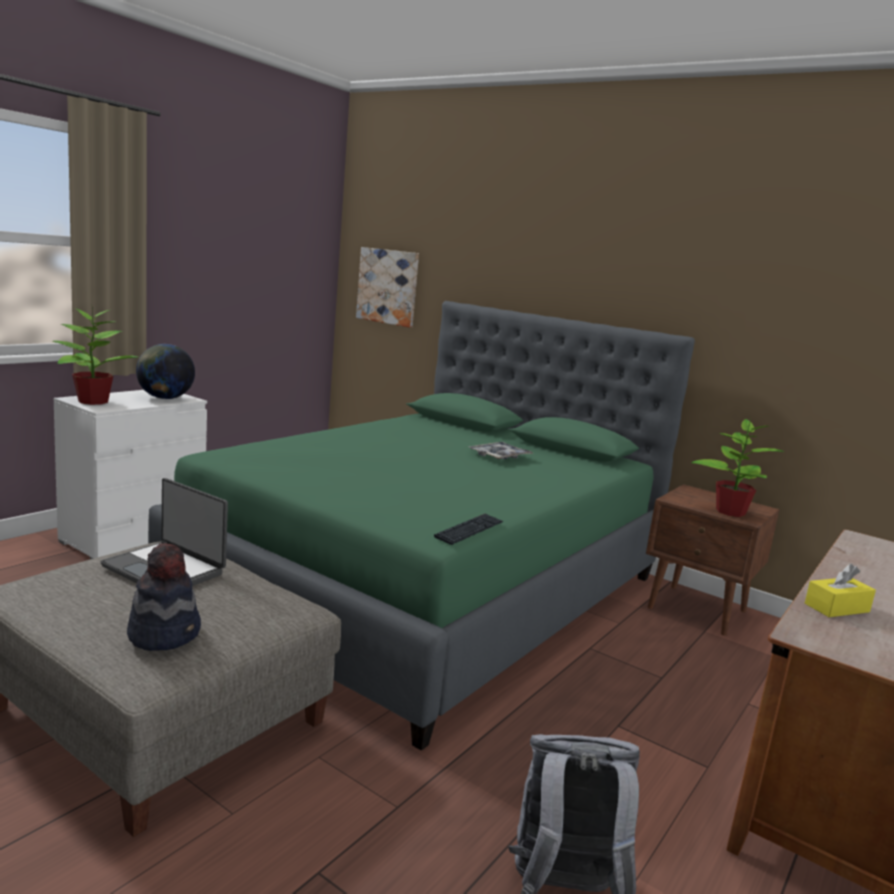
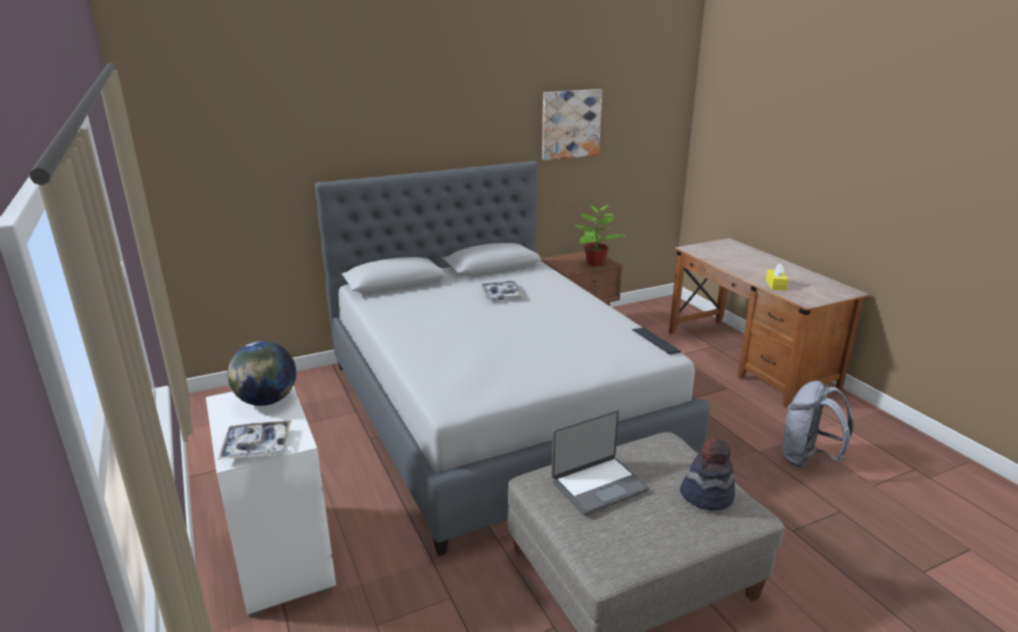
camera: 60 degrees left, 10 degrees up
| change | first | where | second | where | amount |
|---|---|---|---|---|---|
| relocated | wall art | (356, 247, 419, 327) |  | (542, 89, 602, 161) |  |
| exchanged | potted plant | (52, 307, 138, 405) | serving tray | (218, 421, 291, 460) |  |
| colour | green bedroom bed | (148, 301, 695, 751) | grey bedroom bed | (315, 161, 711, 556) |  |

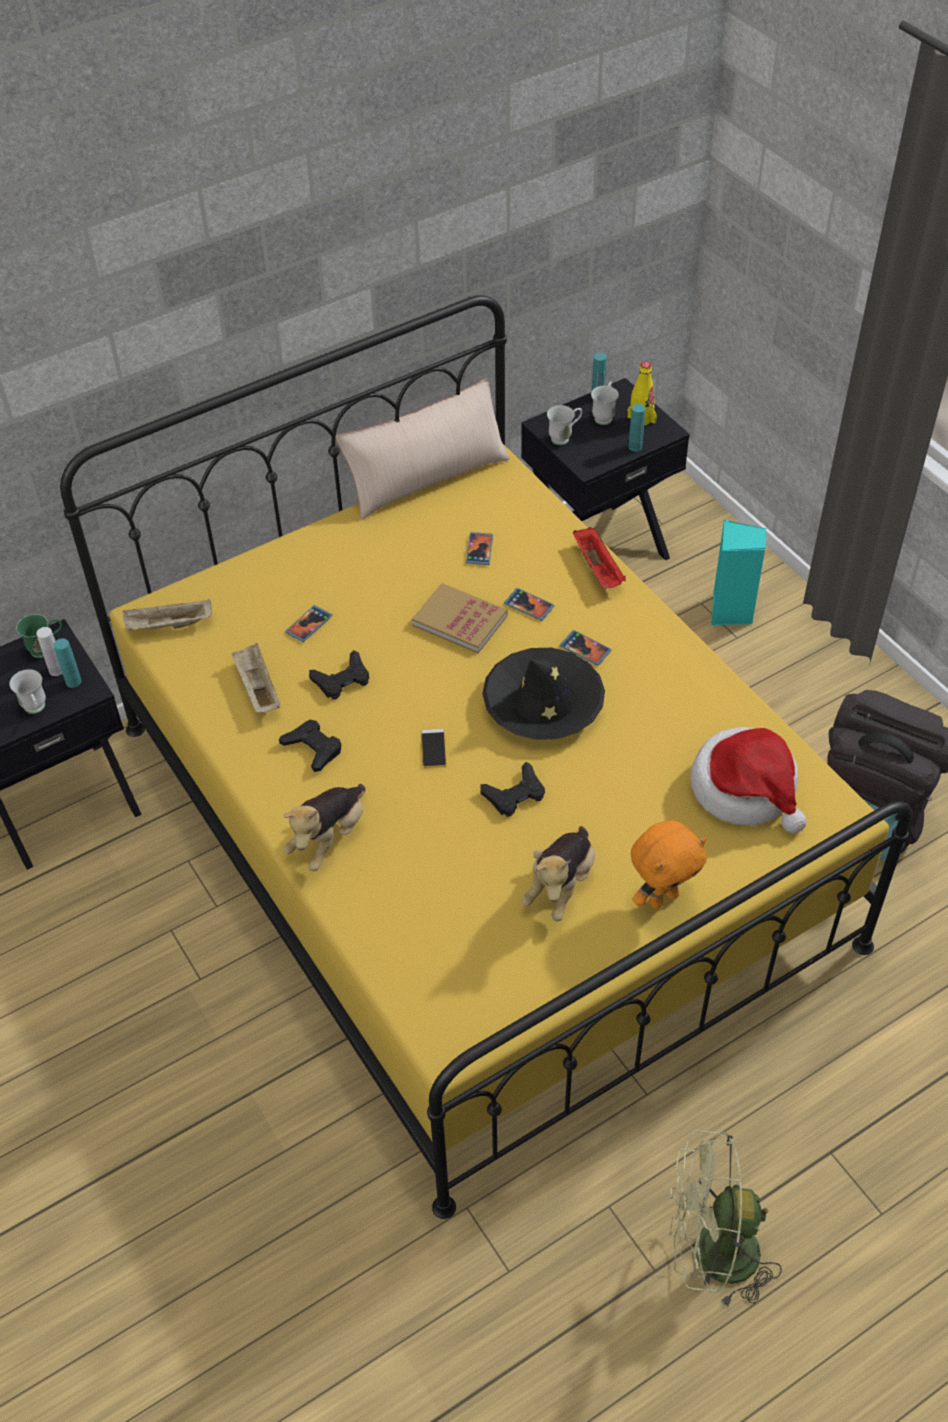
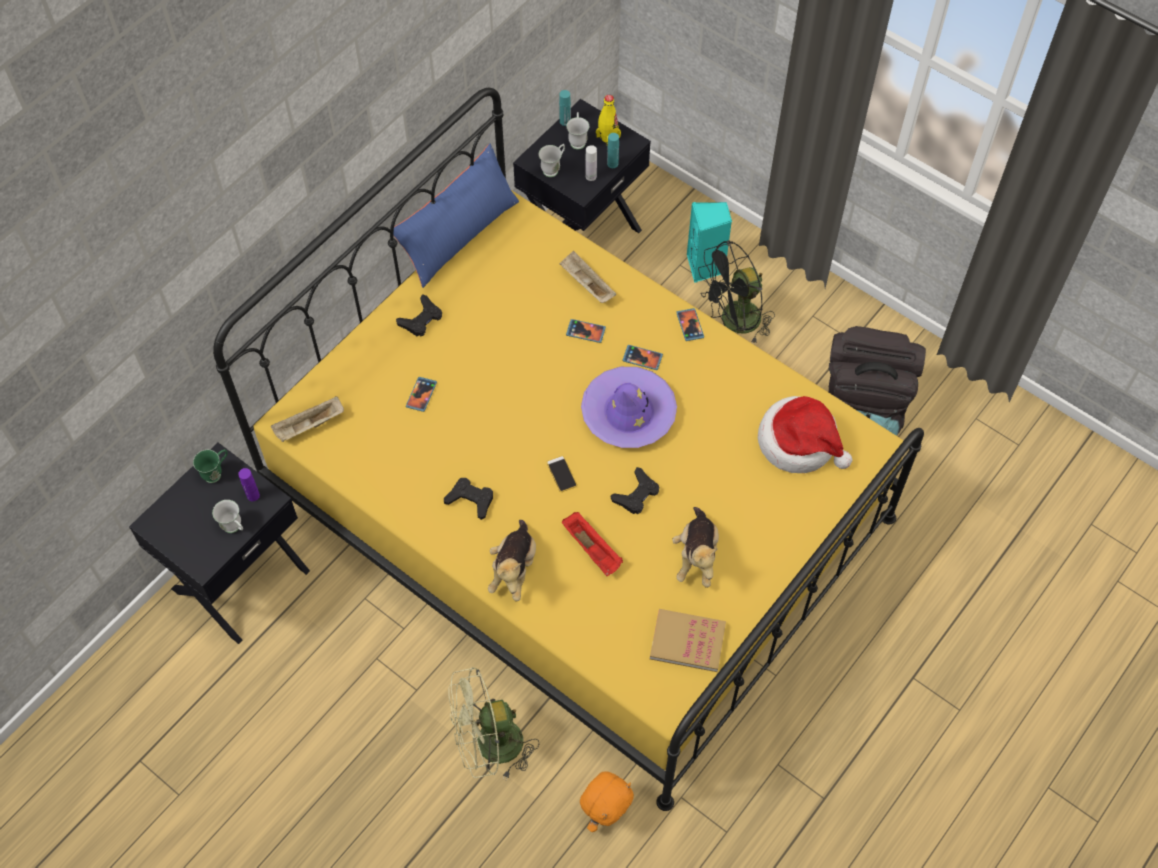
camera: 20 degrees left, 10 degrees up
| change | first | where | second | where | amount |
|---|---|---|---|---|---|
| appeared |  |  | blackish fan | (698, 240, 775, 344) |  |
| relocated | white-coloured drink bottle | (36, 627, 62, 676) |  | (585, 145, 597, 181) |  |
| relocated | sand-coloured serving tray | (231, 643, 281, 713) |  | (559, 251, 616, 303) |  |
| relocated | blackish joypad | (309, 650, 369, 699) |  | (396, 294, 442, 337) |  |
| relocated | volume | (412, 583, 508, 653) |  | (650, 609, 726, 672) |  |
| relocated | handset | (466, 532, 493, 565) |  | (676, 308, 704, 341) |  |
| relocated | reddish serving tray | (573, 527, 626, 589) |  | (562, 512, 623, 576) |  |
| relocated | orange plush toy | (631, 820, 707, 909) |  | (580, 772, 634, 832) |  |
| relocated | green fan | (669, 1130, 782, 1308) |  | (448, 667, 539, 780) |  |
| colour | turquoise drink bottle | (54, 638, 82, 688) | purple-coloured drink bottle | (238, 468, 260, 501) |  |
| colour | sand-coloured throw pillow | (336, 377, 510, 519) | bluish throw pillow | (393, 144, 519, 288) |  |
| colour | blackish clothing hat | (482, 648, 605, 740) | purple-coloured clothing hat | (581, 367, 677, 448) |  |

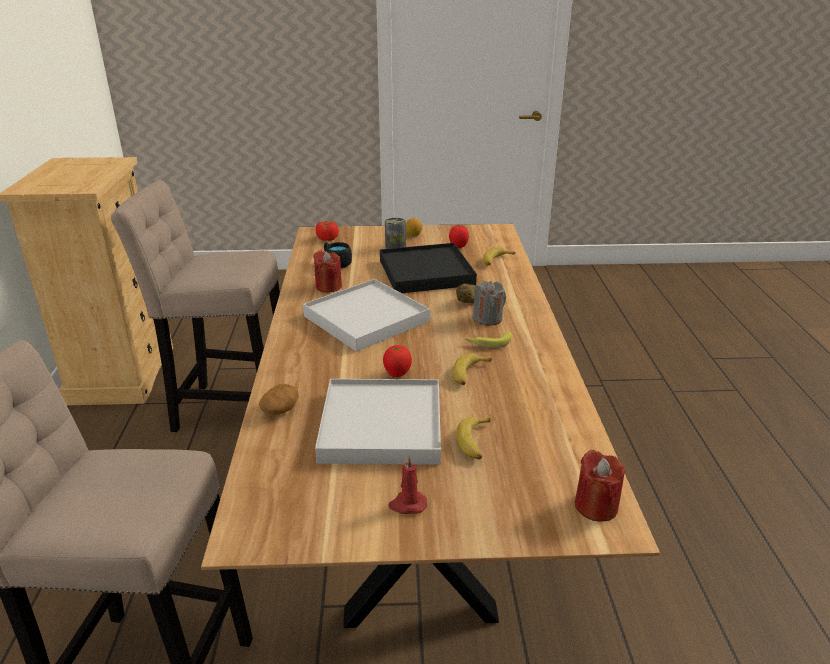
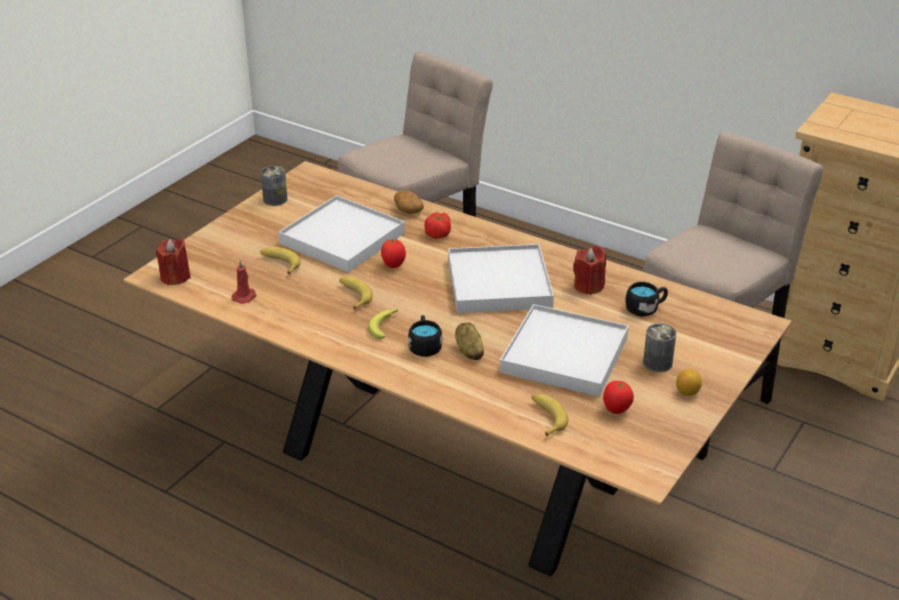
camera: 125 degrees right, 5 degrees up
| change | first | where | second | where | amount |
|---|---|---|---|---|---|
| appeared |  |  | can | (261, 166, 287, 206) |  |
| relocated | fresh tomato | (316, 221, 339, 241) |  | (425, 212, 451, 239) |  |
| relocated | reddish wax candle | (388, 456, 427, 514) |  | (232, 260, 256, 304) |  |
| exchanged | grey wax candle | (473, 281, 506, 326) | blackish coffee mug | (408, 315, 442, 357) |  |
| colour | blackish serving tray | (380, 243, 477, 293) | white-coloured serving tray | (500, 304, 629, 397) |  |

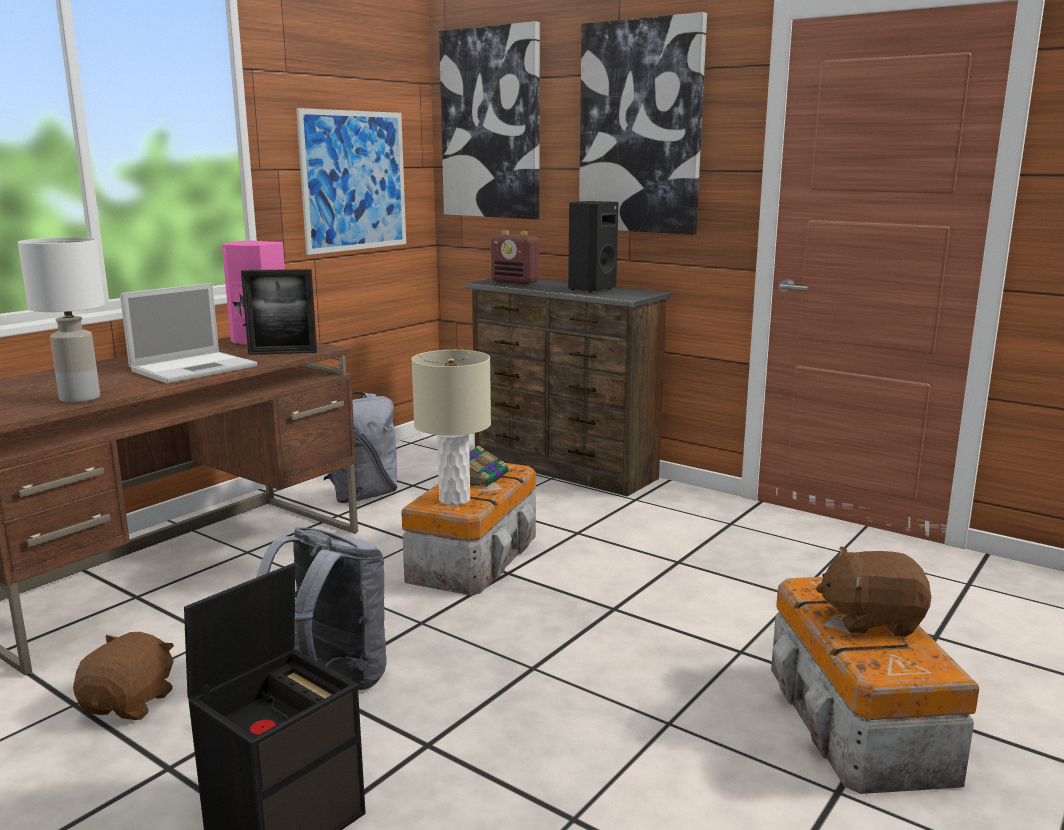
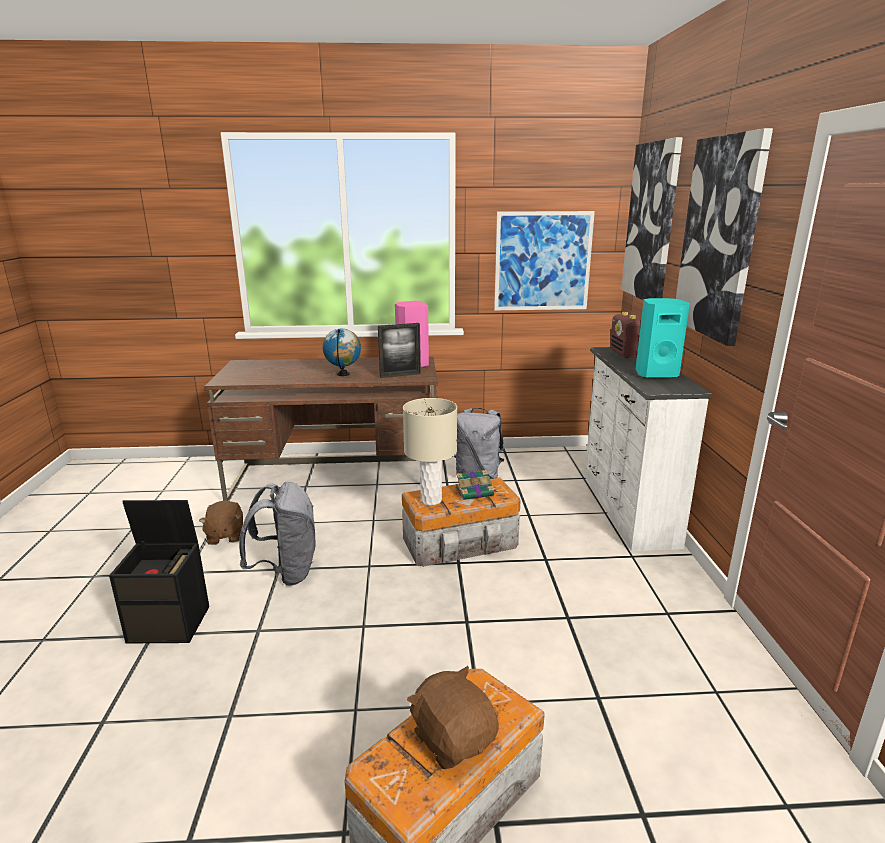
camera: 50 degrees right, 5 degrees up
| change | first | where | second | where | amount |
|---|---|---|---|---|---|
| missing | white-coloured tabletop lamp | (18, 237, 105, 403) |  |  |  |
| exchanged | laptop | (120, 283, 257, 383) | desk globe | (323, 329, 361, 376) |  |
| colour | brownish chest of drawers | (465, 279, 671, 497) | white-coloured chest of drawers | (585, 347, 712, 551) |  |
| colour | blackish speaker | (568, 201, 618, 293) | turquoise speaker | (636, 298, 690, 378) |  |
| spun | brownish plush toy | (73, 632, 174, 720) |  | (199, 501, 243, 545) | 105 degrees clockwise |
| spun | photo frame | (241, 269, 317, 355) |  | (378, 323, 421, 378) | 60 degrees counterclockwise |

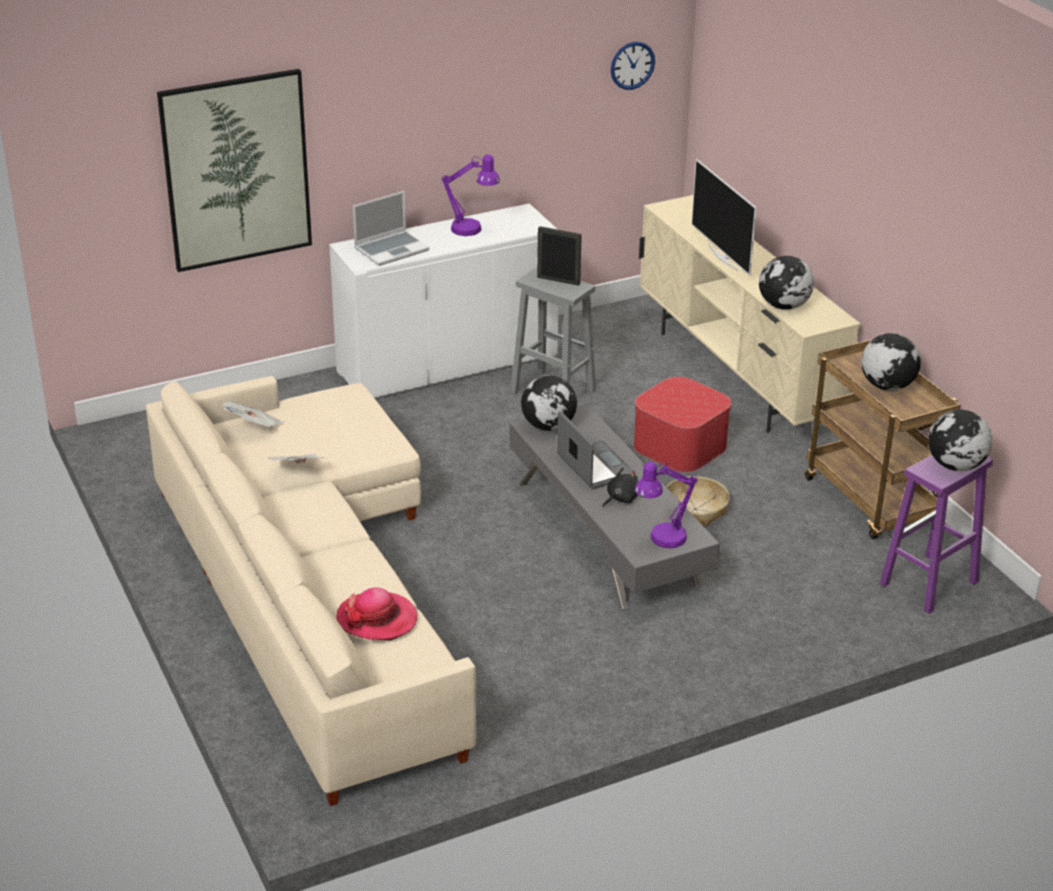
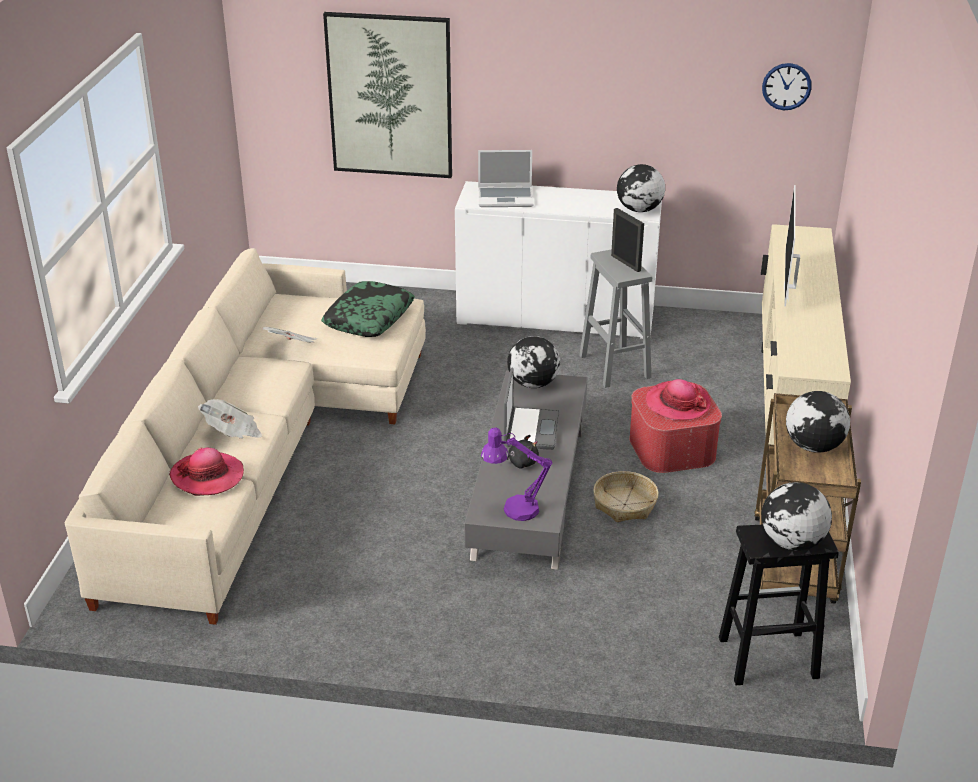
camera: 35 degrees right, 0 degrees up
| change | first | where | second | where | amount |
|---|---|---|---|---|---|
| missing | purple-coloured tabletop lamp | (441, 154, 500, 236) |  |  |  |
| appeared |  |  | throw pillow | (321, 281, 415, 337) |  |
| appeared |  |  | clothing hat | (646, 379, 711, 420) |  |
| relocated | printed paper | (222, 401, 285, 427) |  | (198, 399, 262, 439) |  |
| relocated | desk globe | (759, 256, 814, 310) |  | (617, 164, 665, 212) |  |
| colour | purple-coloured stool | (879, 455, 993, 614) | blackish stool | (719, 525, 839, 685) |  |

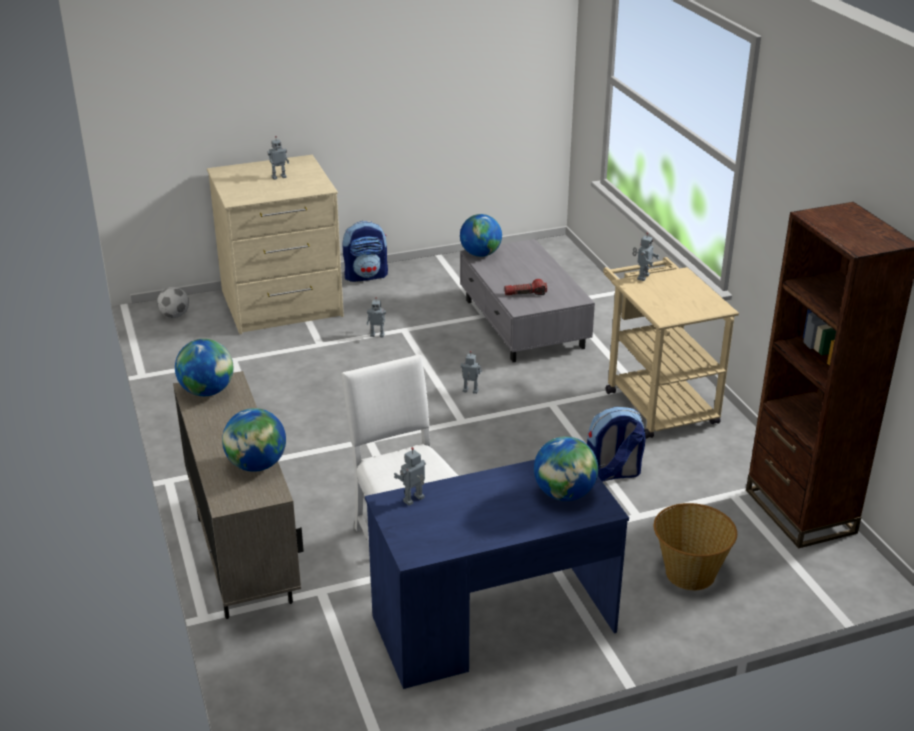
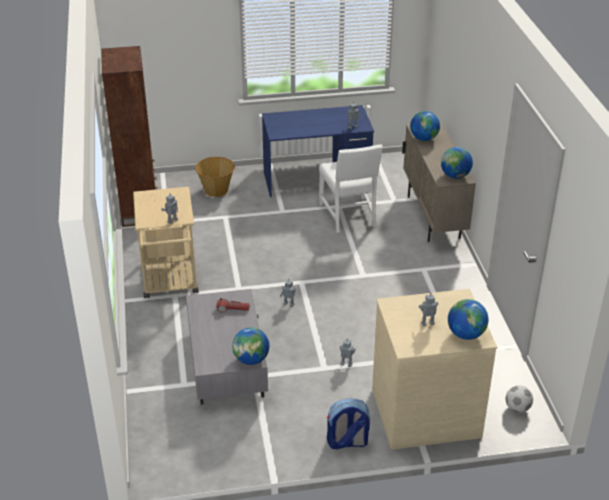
camera: 170 degrees left, 5 degrees up
| change | first | where | second | where | amount |
|---|---|---|---|---|---|
| missing | rucksack | (587, 407, 646, 482) |  |  |  |
| relocated | desk globe | (534, 436, 598, 501) |  | (448, 299, 488, 340) |  |

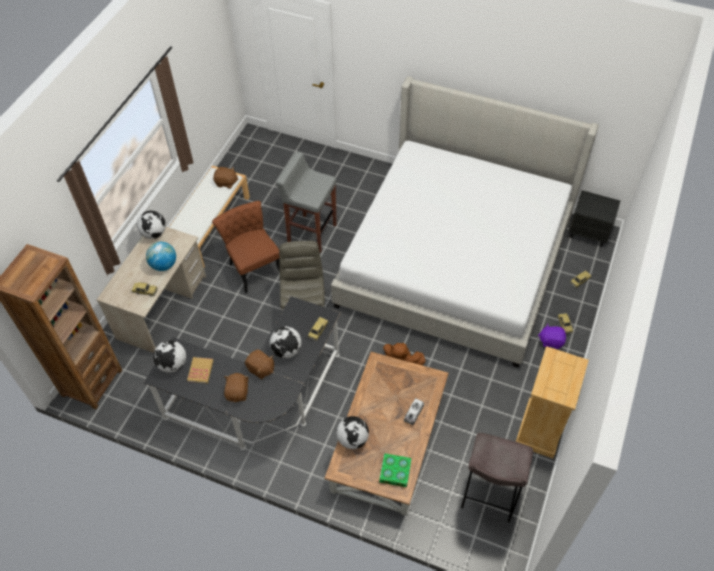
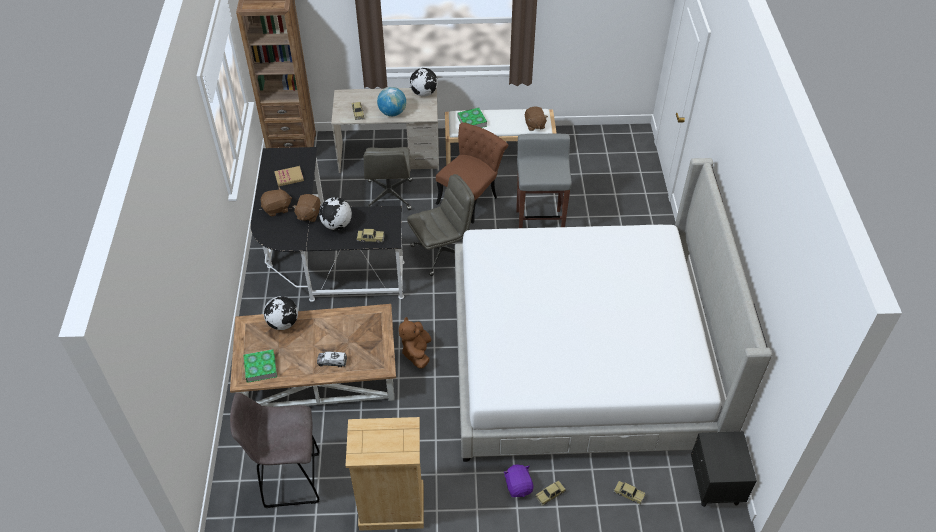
camera: 65 degrees right, 5 degrees down
| change | first | where | second | where | amount |
|---|---|---|---|---|---|
| missing | desk globe | (153, 340, 186, 373) |  |  |  |
| appeared |  |  | grey office chair | (363, 147, 412, 210) |  |
| appeared |  |  | volume | (457, 108, 487, 128) |  |

